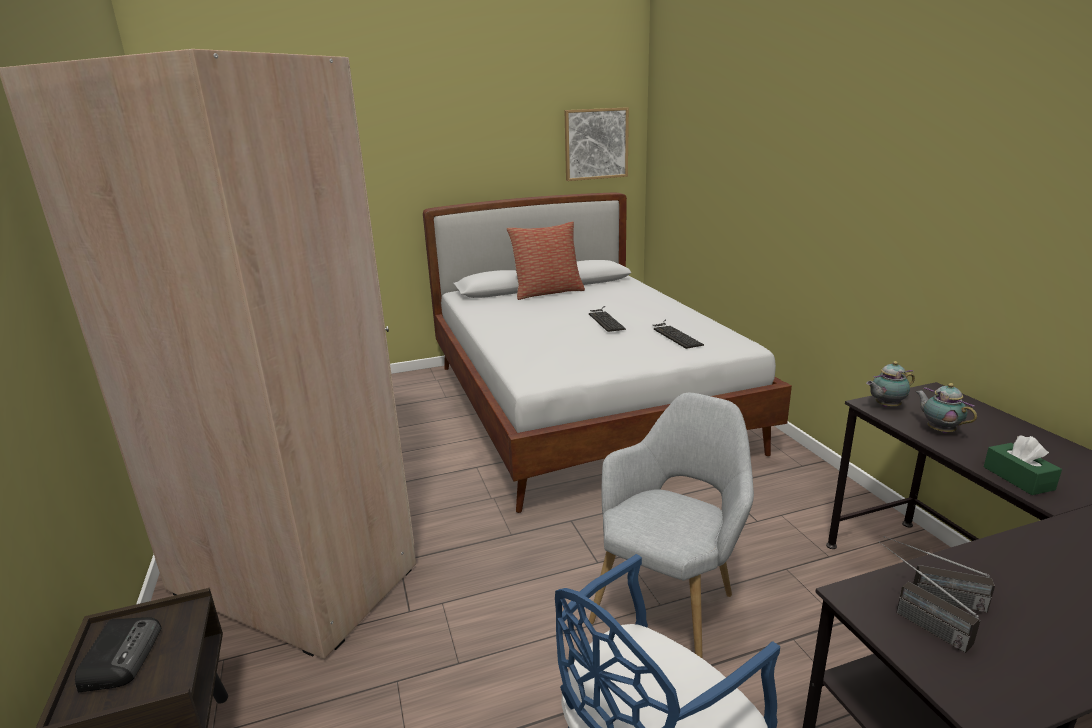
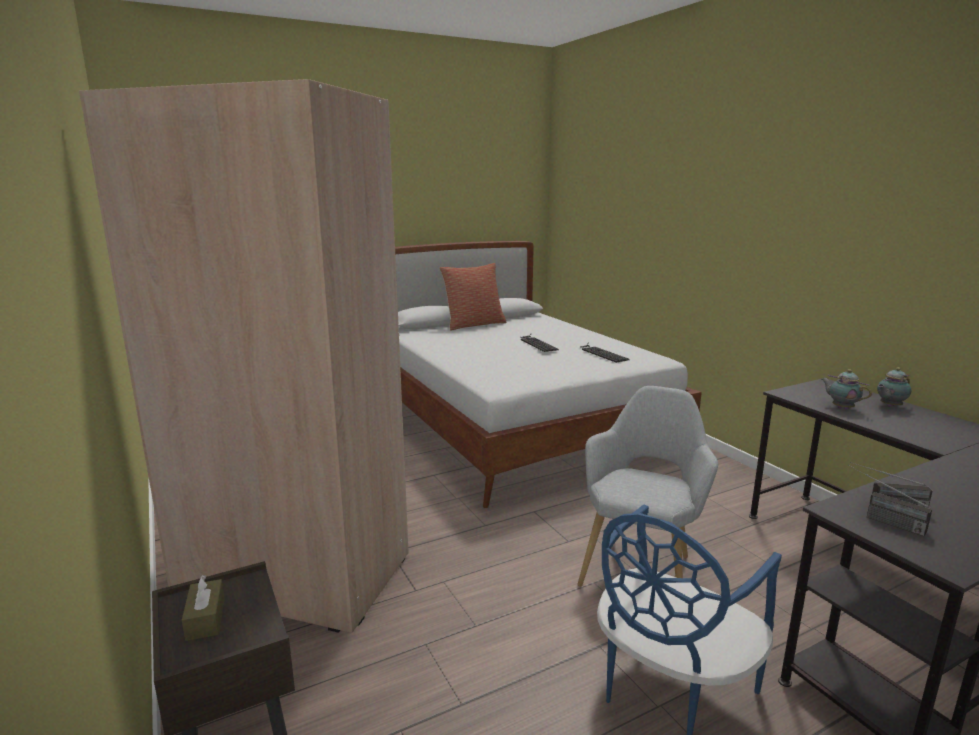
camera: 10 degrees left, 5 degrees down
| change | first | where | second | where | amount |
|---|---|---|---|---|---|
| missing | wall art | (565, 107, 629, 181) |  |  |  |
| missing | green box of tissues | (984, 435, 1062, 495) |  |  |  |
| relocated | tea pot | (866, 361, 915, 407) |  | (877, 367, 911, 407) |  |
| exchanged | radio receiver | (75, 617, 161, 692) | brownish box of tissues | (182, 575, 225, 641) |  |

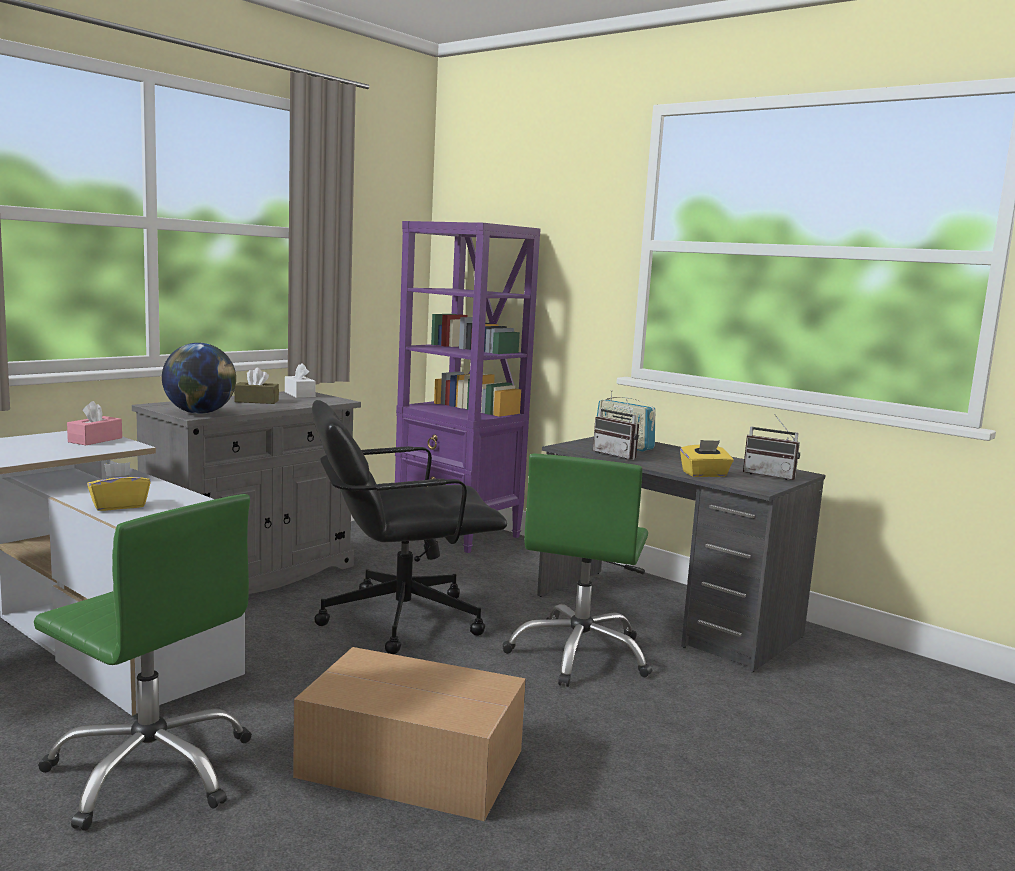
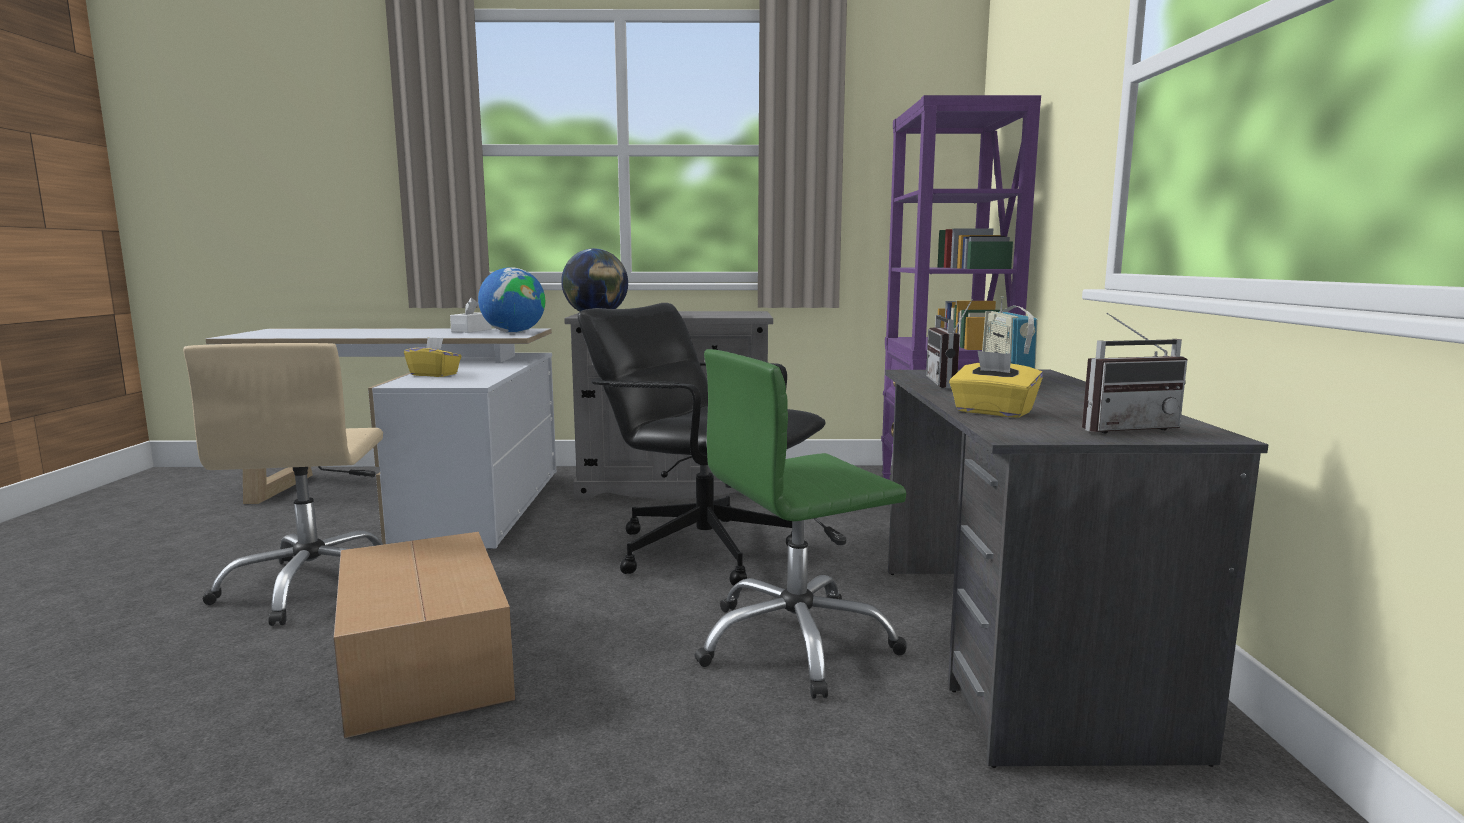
camera: 50 degrees right, 0 degrees up
| change | first | where | second | where | amount |
|---|---|---|---|---|---|
| missing | brownish box of tissues | (234, 368, 279, 404) |  |  |  |
| relocated | white-coloured box of tissues | (285, 363, 316, 398) |  | (450, 298, 492, 333) |  |
| exchanged | pink box of tissues | (67, 401, 122, 445) | desk globe | (478, 267, 545, 333) |  |
| colour | green office chair | (34, 494, 252, 831) | sand-coloured office chair | (183, 343, 383, 626) |  |
| spun | radio receiver | (743, 414, 800, 480) |  | (1082, 313, 1187, 434) | 90 degrees counterclockwise |

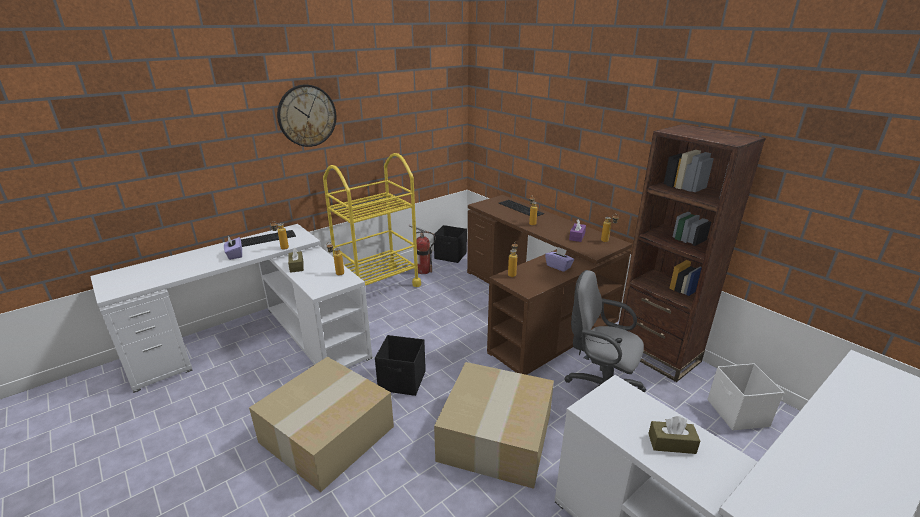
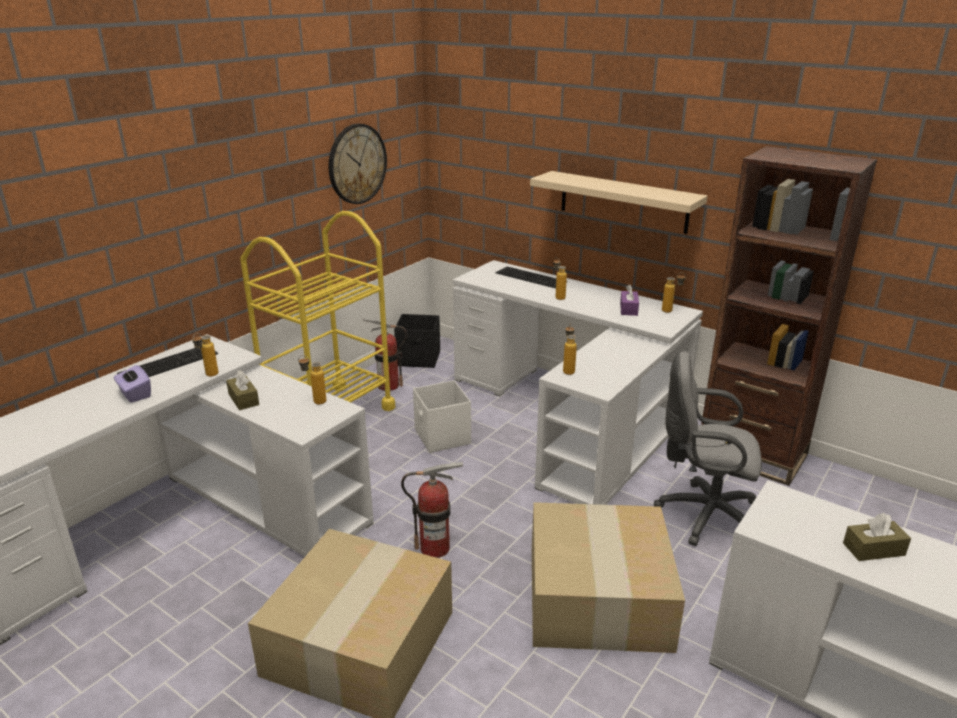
camera: 15 degrees left, 0 degrees up
| change | first | where | second | where | amount |
|---|---|---|---|---|---|
| missing | purple-coloured box of tissues | (545, 247, 574, 272) |  |  |  |
| appeared |  |  | sand-coloured shelf | (530, 171, 708, 234) |  |
| relocated | wall clock | (277, 85, 336, 147) |  | (329, 124, 387, 204) |  |
| relocated | white-coloured storage container | (708, 363, 784, 431) |  | (413, 380, 471, 453) |  |
| exchanged | blackish storage container | (375, 335, 426, 396) | extinguisher | (401, 462, 463, 558) |  |
| colour | brownish desk table | (467, 195, 632, 375) | white-coloured desk table | (453, 260, 703, 505) |  |

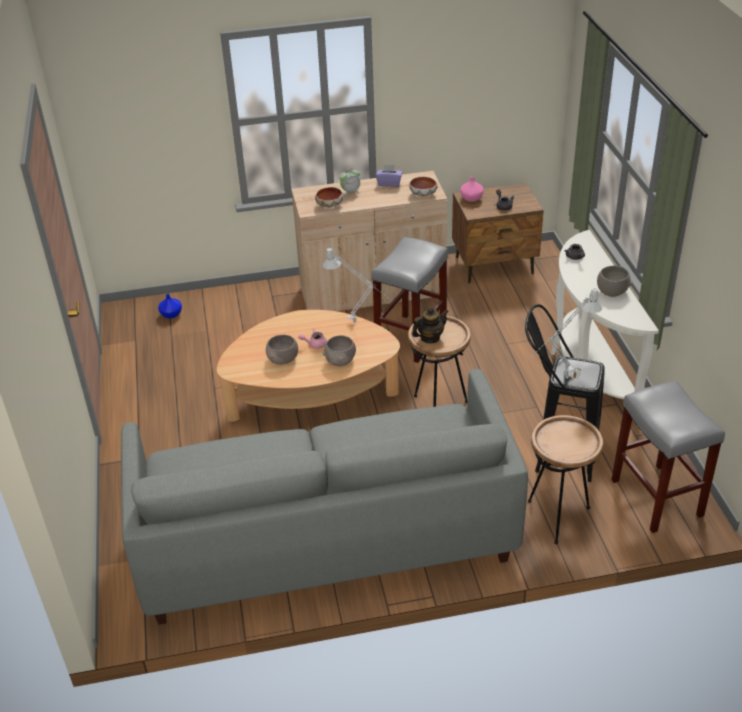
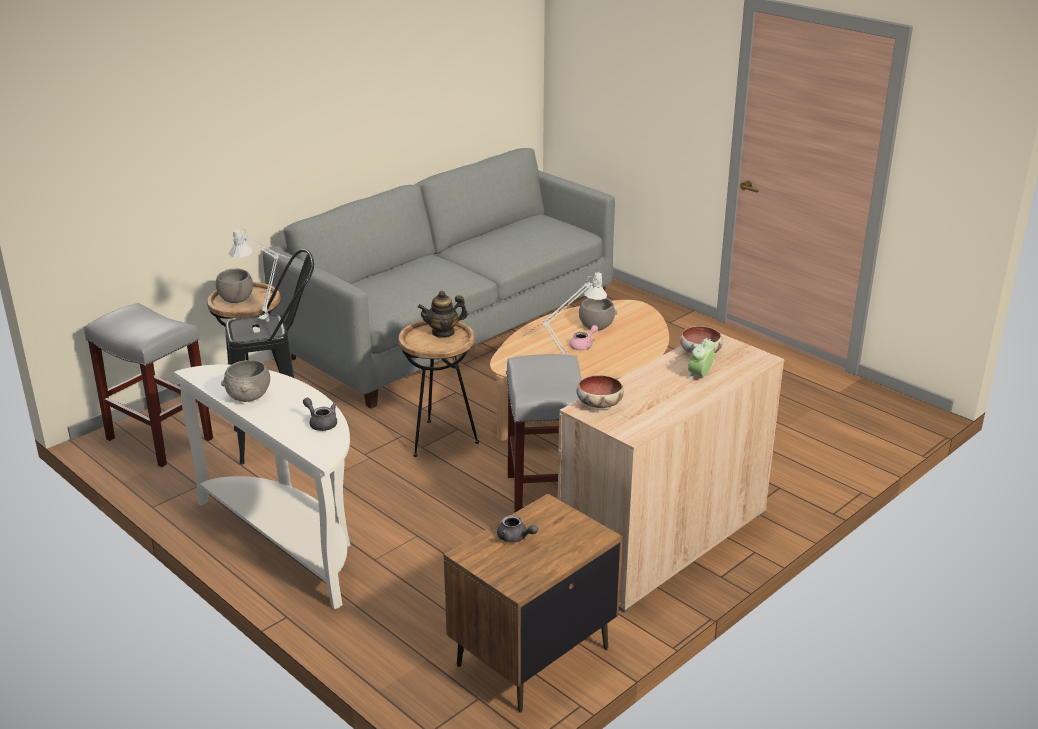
camera: 145 degrees right, 10 degrees down
| change | first | where | second | where | amount |
|---|---|---|---|---|---|
| missing | bluish decorative vase | (158, 294, 182, 319) |  |  |  |
| missing | purple-coloured box of tissues | (376, 164, 402, 187) |  |  |  |
| missing | pink decorative vase | (460, 176, 484, 202) |  |  |  |
| relocated | grey serving bowl | (323, 336, 356, 366) |  | (216, 268, 253, 303) |  |
| spun | tea pot | (412, 307, 449, 343) |  | (418, 291, 468, 338) | 45 degrees clockwise |

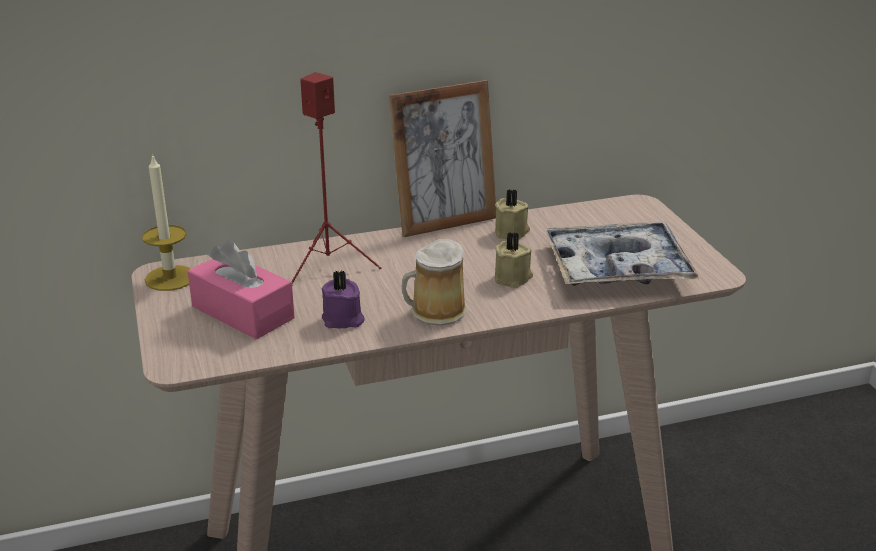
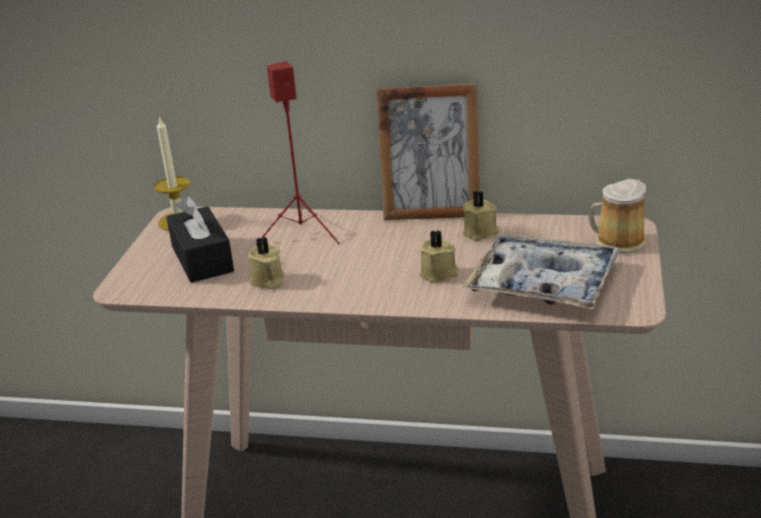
camera: 30 degrees right, 0 degrees up
| change | first | where | second | where | amount |
|---|---|---|---|---|---|
| relocated | coffee mug | (402, 239, 467, 326) |  | (589, 179, 646, 253) |  |
| colour | pink box of tissues | (188, 240, 295, 340) | blackish box of tissues | (166, 196, 234, 283) |  |
| colour | purple-coloured wax candle | (322, 270, 365, 328) | sand-coloured wax candle | (248, 236, 285, 289) |  |

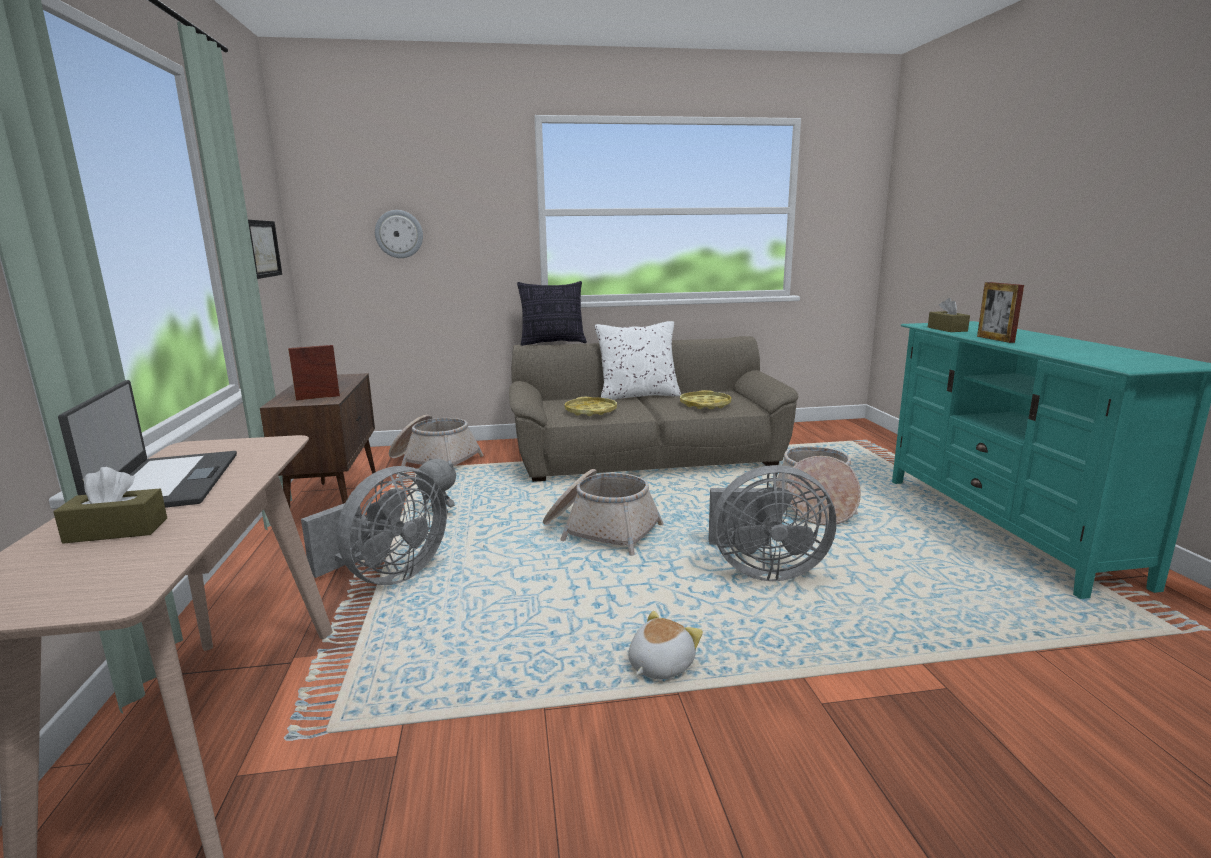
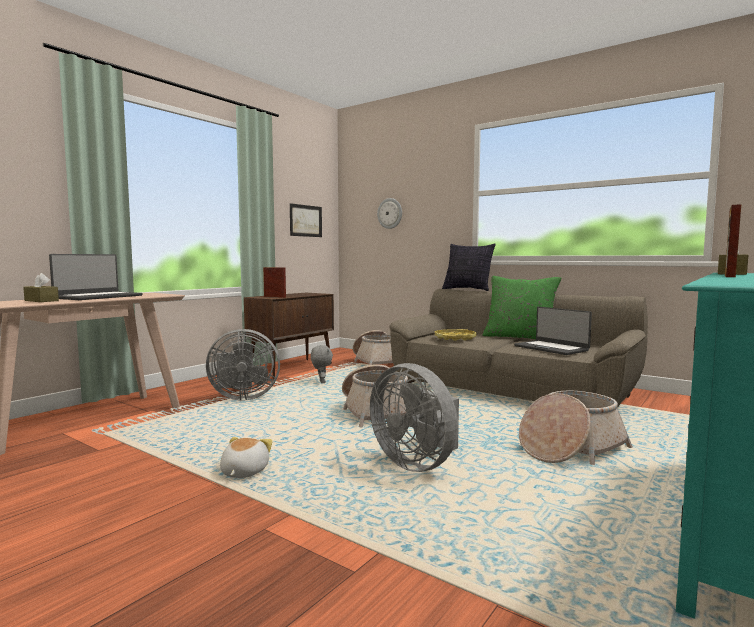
camera: 45 degrees right, 10 degrees down
| change | first | where | second | where | amount |
|---|---|---|---|---|---|
| exchanged | yellow serving tray | (680, 390, 731, 409) | laptop | (514, 307, 592, 355) |  |
| colour | white-coloured throw pillow | (595, 321, 681, 400) | green throw pillow | (482, 276, 561, 340) |  |
| spun | plush toy | (628, 611, 703, 680) |  | (220, 437, 273, 478) | 75 degrees counterclockwise |

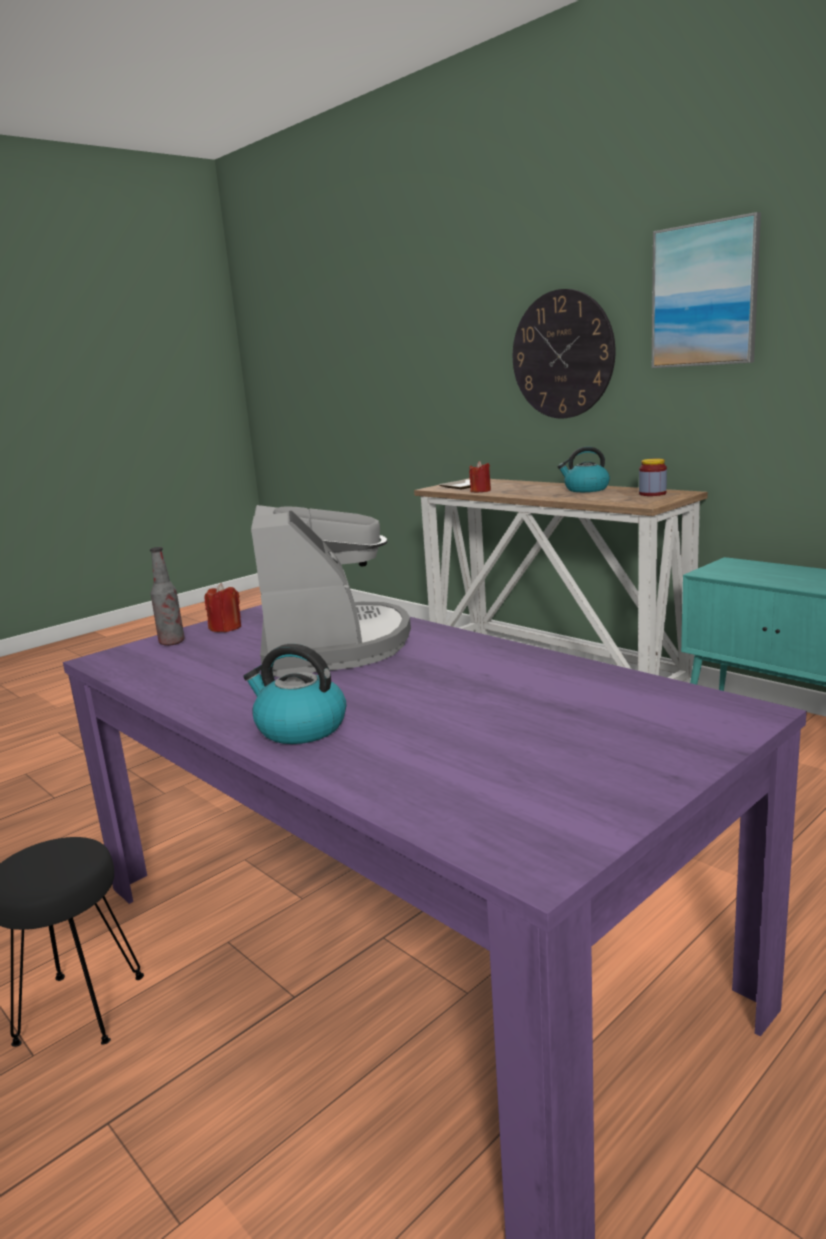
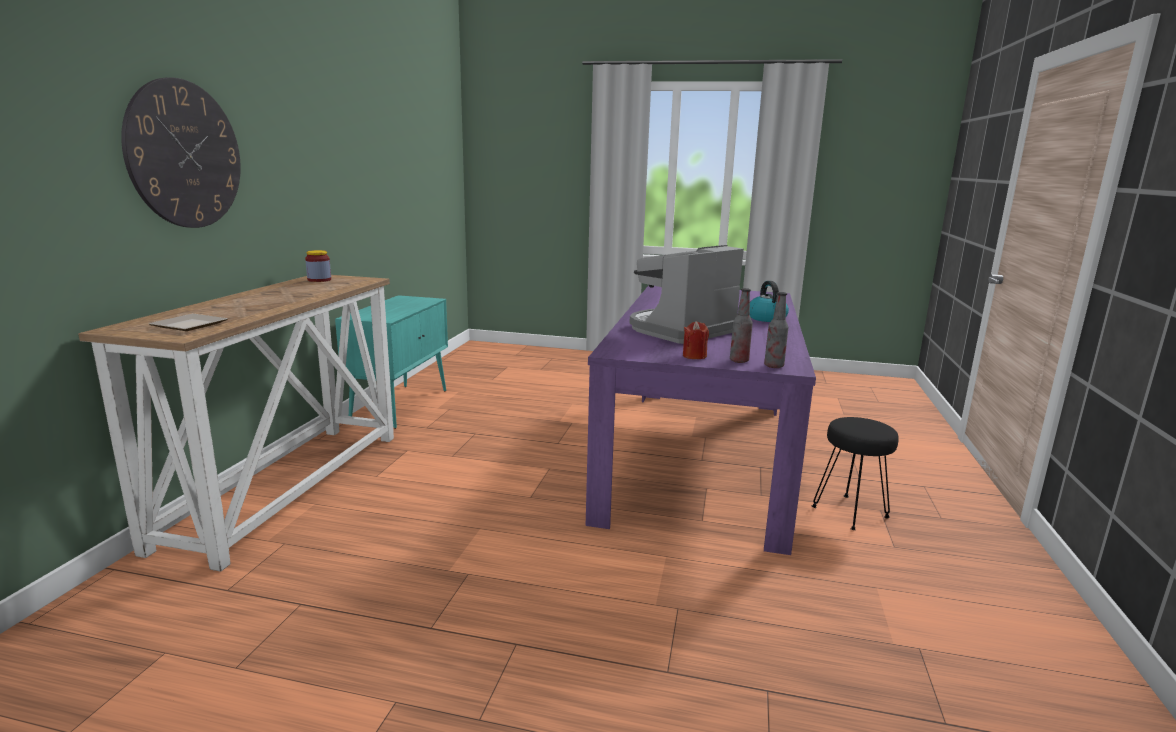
camera: 125 degrees left, 0 degrees up
| change | first | where | second | where | amount |
|---|---|---|---|---|---|
| missing | reddish wax candle | (469, 461, 491, 492) |  |  |  |
| missing | water kettle | (557, 447, 610, 492) |  |  |  |
| missing | wall art | (652, 212, 761, 368) |  |  |  |
| appeared |  |  | drink bottle | (764, 292, 788, 368) |  |

